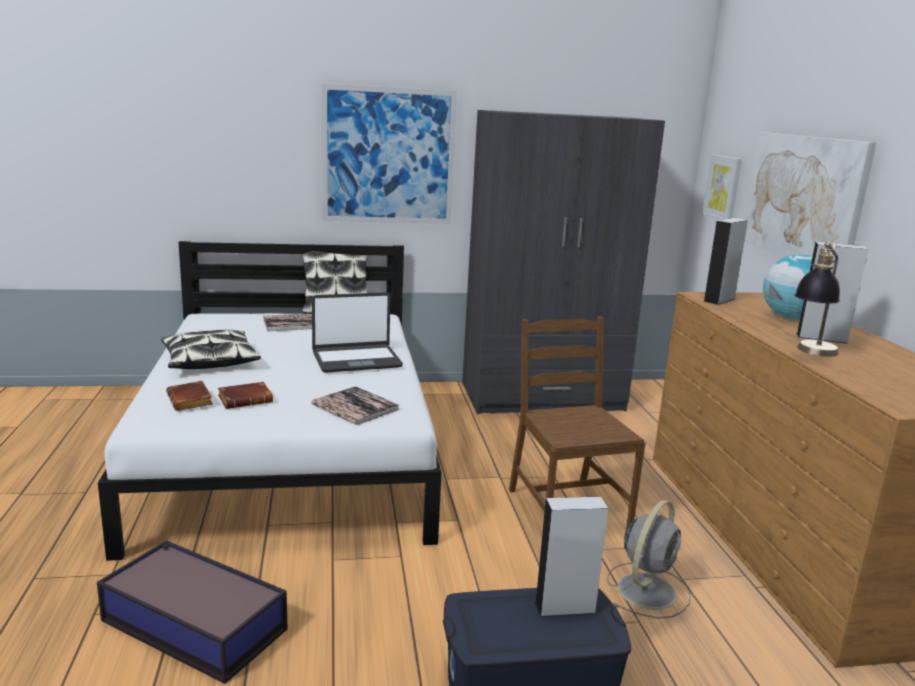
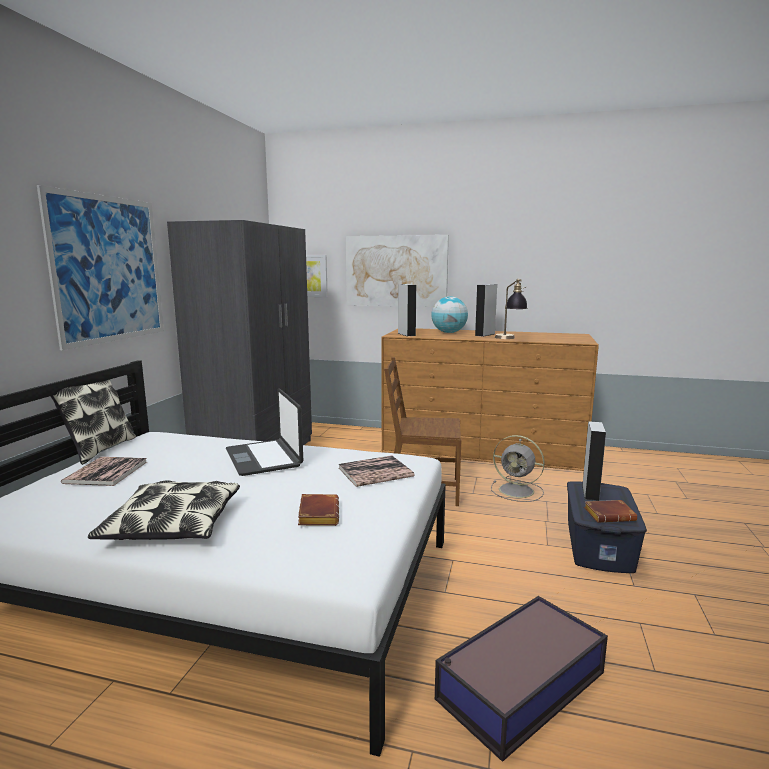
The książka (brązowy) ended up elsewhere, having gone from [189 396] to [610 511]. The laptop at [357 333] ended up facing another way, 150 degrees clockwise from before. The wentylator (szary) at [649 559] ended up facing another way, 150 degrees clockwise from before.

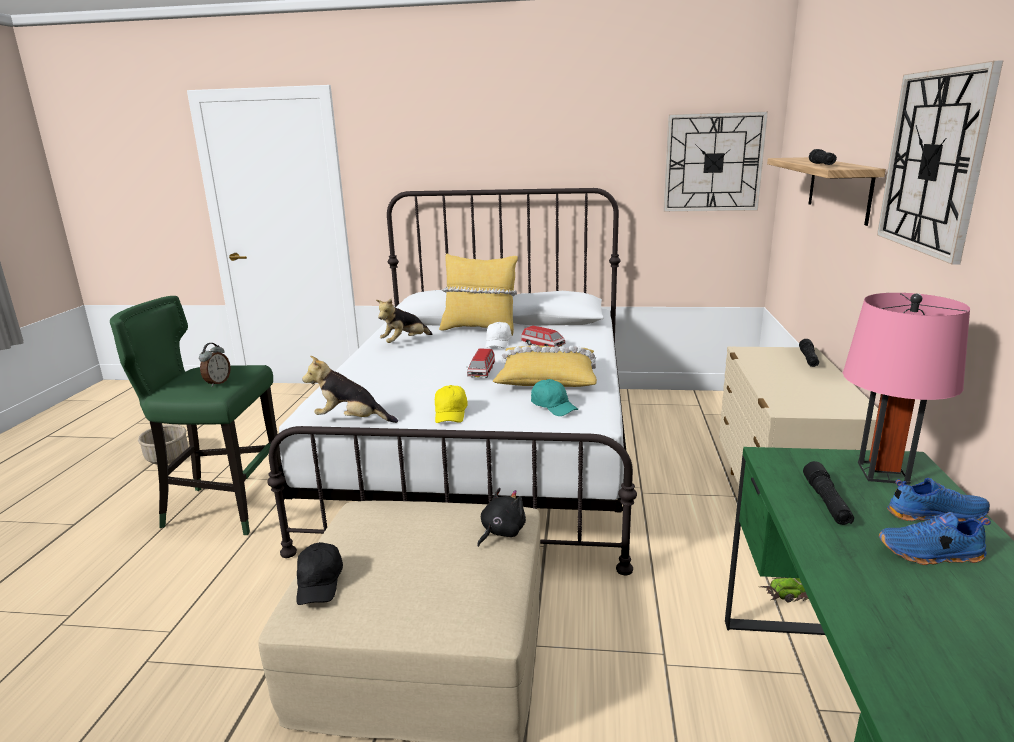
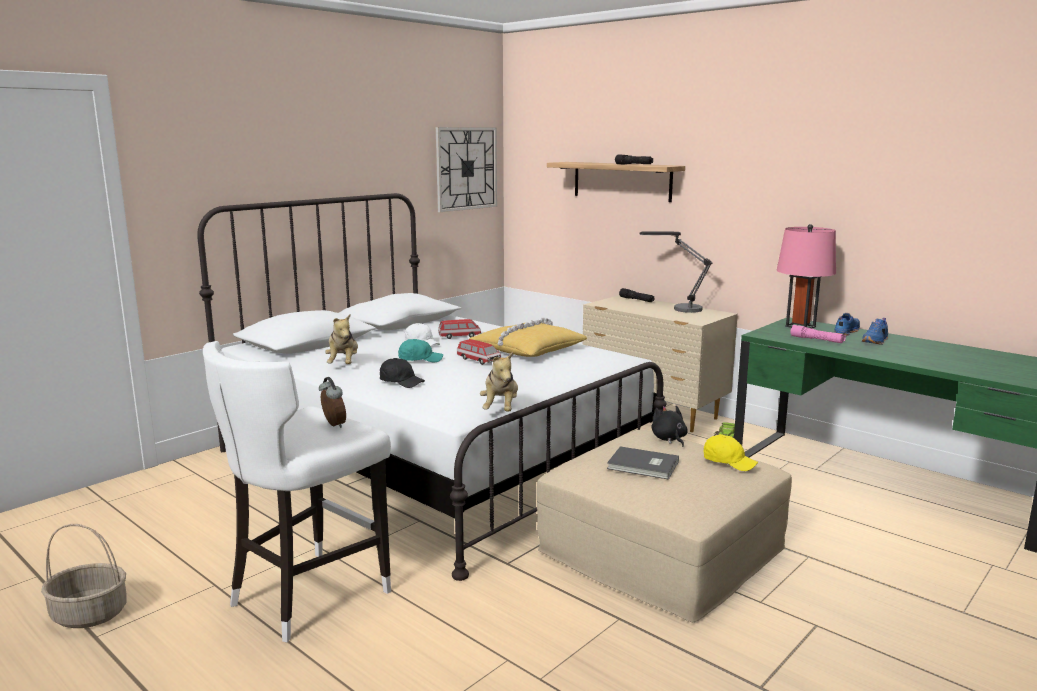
The second view lost the poduszka (żółty) at [478 295]. The second view lost the zegar ścienny at [940 162]. The second view gained the książka (szary) at [643 463]. The second view gained the lampa stołowa at [676 272]. The czapka z daszkiem (czarny) ended up elsewhere, having gone from [320 573] to [402 373]. The czapka z daszkiem (żółty) ended up elsewhere, having gone from [451 404] to [730 452]. The czapka z daszkiem (turkusowy) ended up elsewhere, having gone from [554 397] to [420 350]. What was the stołek (zielony) at [195 415] turned into the stołek (biały) at [297 491]. What was the latarka (czarny) at [828 493] turned into the latarka (różowy) at [818 334]. The pluszak at [350 389] ended up facing another way, 45 degrees counterclockwise from before.

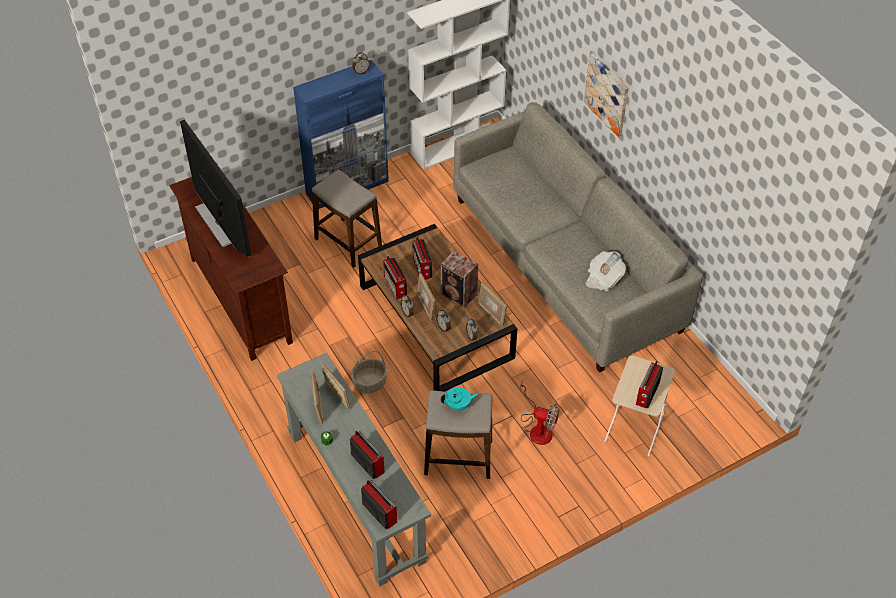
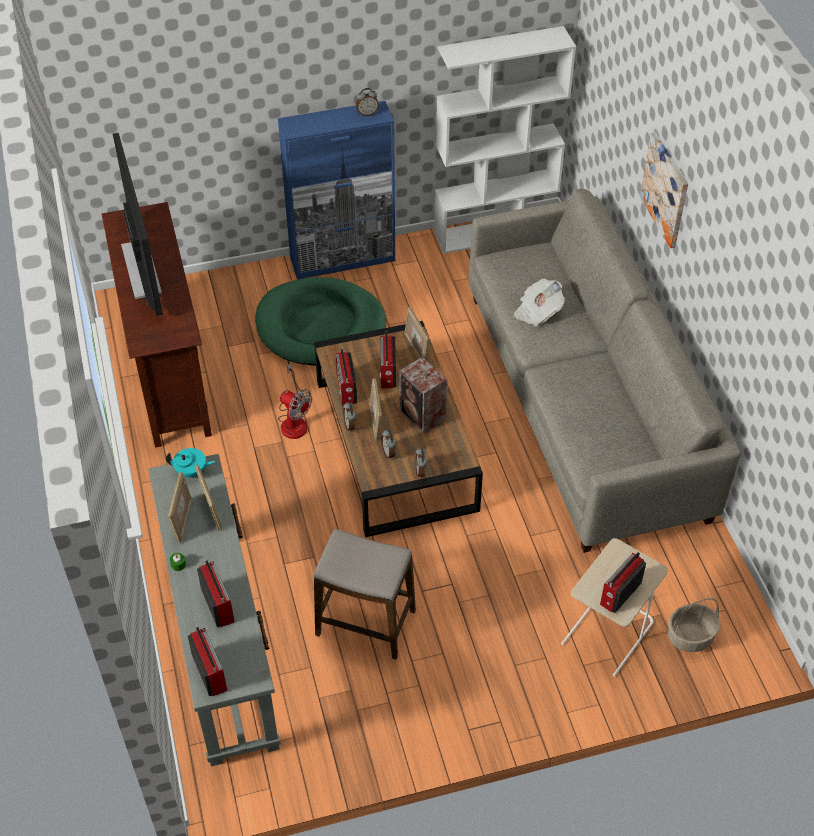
The koszyk ended up elsewhere, having gone from [369 372] to [694 625]. The imbryk (turkusowy) ended up elsewhere, having gone from [459 399] to [190 463]. The ramka na zdjęcie ended up elsewhere, having gone from [492 305] to [417 333]. The wentylator ended up elsewhere, having gone from [540 413] to [295 401]. The gazeta ended up elsewhere, having gone from [606 271] to [539 303]. Where the stołek stood at [347 219], the legowisko (zielony) came to stand at [320 321].

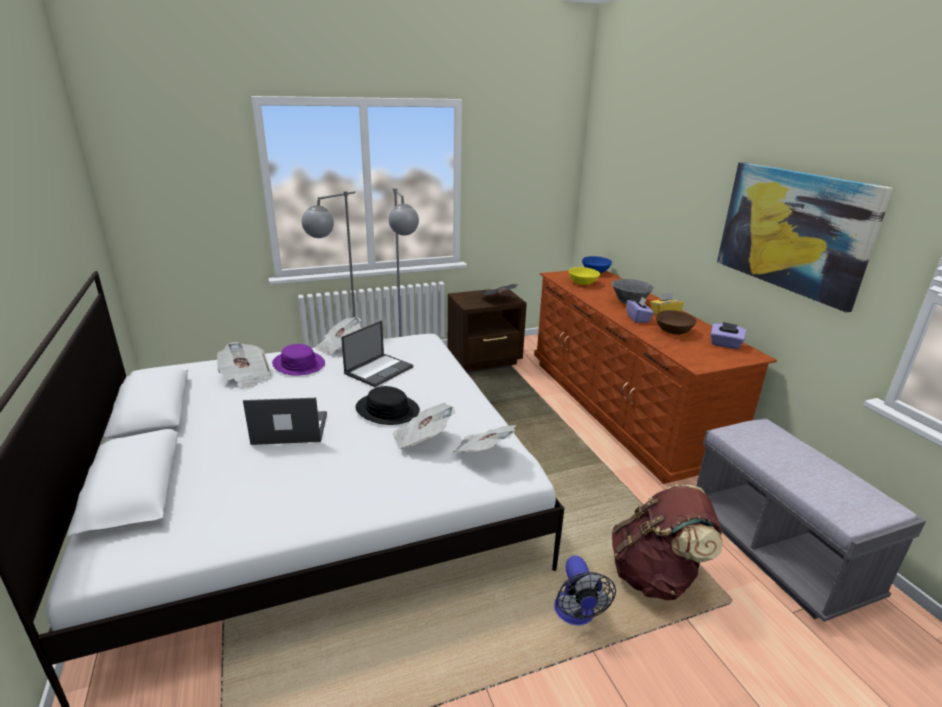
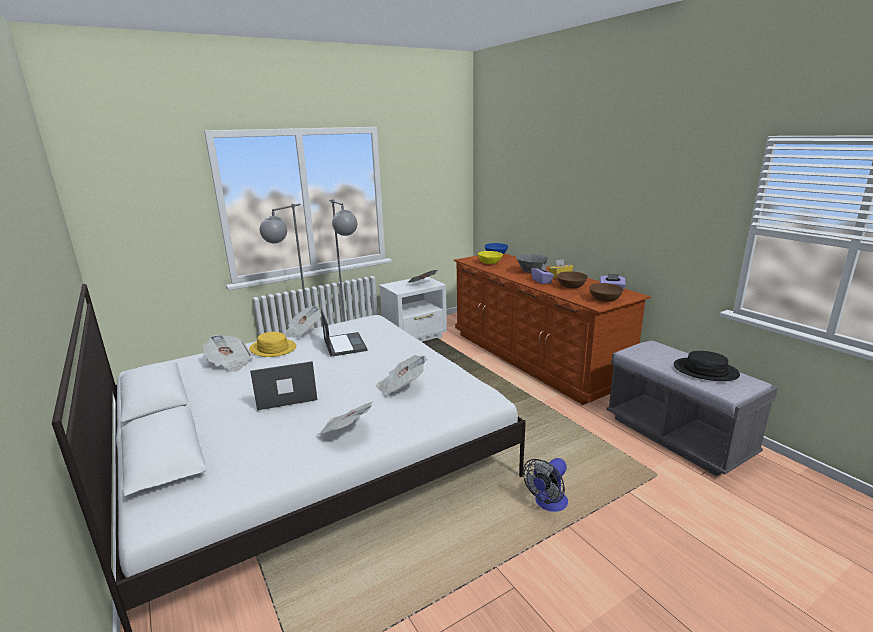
The second view lost the plecak (brązowy) at [667 542]. The second view lost the obraz at [805 237]. The second view gained the miska (brązowy) at [606 292]. The kapelusz (czarny) ended up elsewhere, having gone from [388 405] to [707 366]. The gazeta ended up elsewhere, having gone from [485 439] to [346 418]. What was the kapelusz (fioletowy) at [298 360] turned into the kapelusz (żółty) at [272 344]. What was the szafka nocna (brązowy) at [487 330] turned into the szafka nocna (biały) at [413 309]. The laptop at [377 353] ended up facing another way, 45 degrees counterclockwise from before. The wentylator at [585 591] ended up facing another way, 60 degrees clockwise from before.

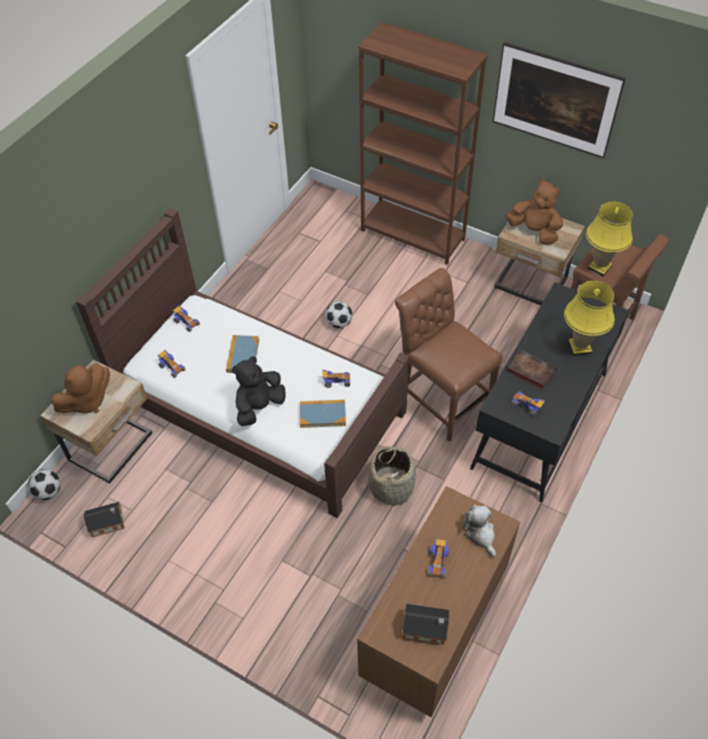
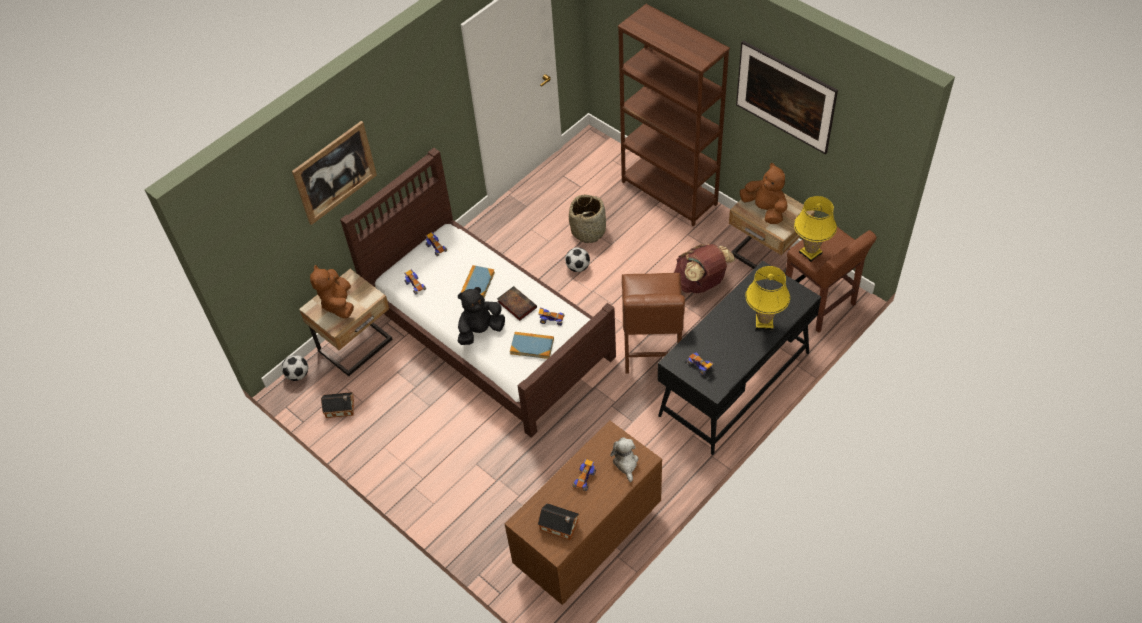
The second view gained the obraz at [334 173]. The second view gained the plecak (brązowy) at [704 268]. The koszyk ended up elsewhere, having gone from [392 476] to [587 218]. The książka ended up elsewhere, having gone from [531 369] to [517 303]. The pluszak (brązowy) at [80 388] ended up facing another way, 105 degrees clockwise from before. The krzesło (brązowy) at [449 355] ended up facing another way, 150 degrees counterclockwise from before.

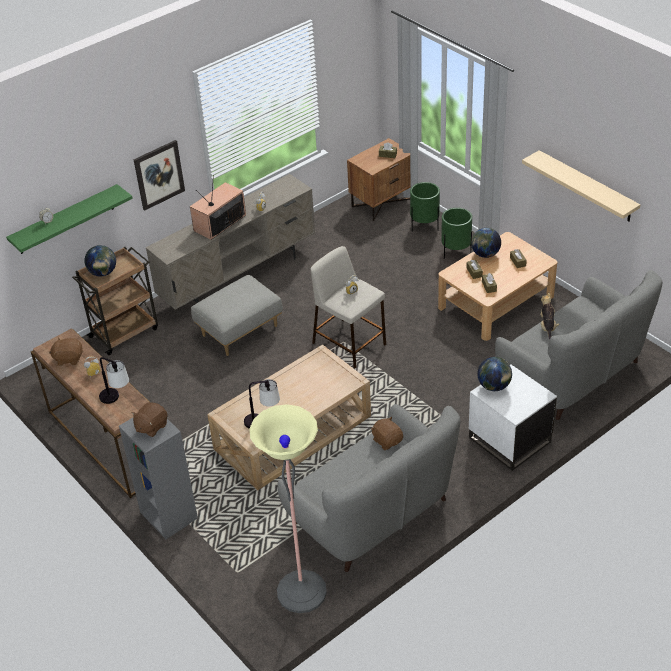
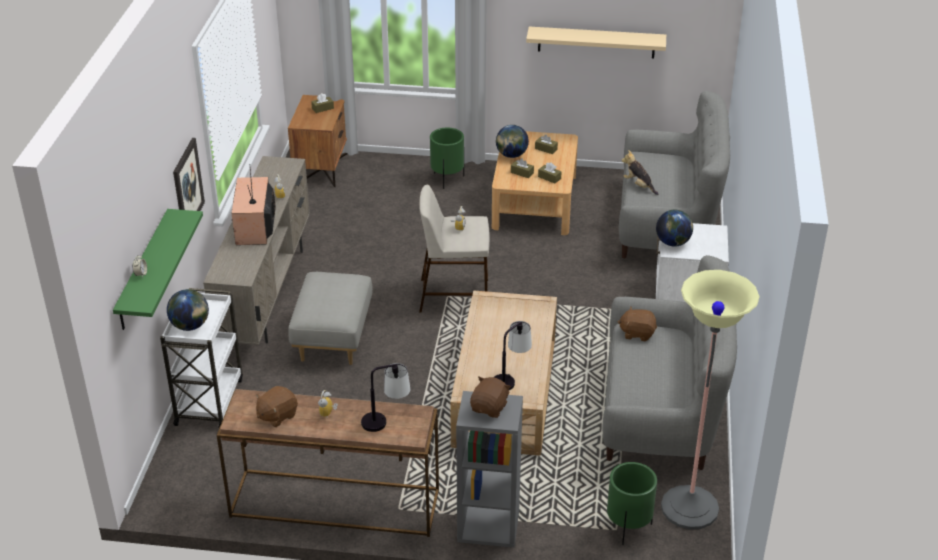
The donica (zielony) ended up elsewhere, having gone from [425 206] to [632 503]. What was the wózek (brązowy) at [115 301] turned into the wózek (biały) at [201 358]. The pluszak (brązowy) at [150 419] ended up facing another way, 150 degrees counterclockwise from before.

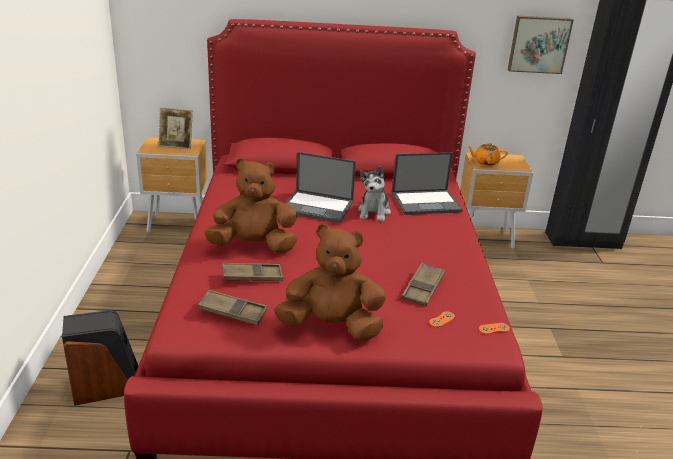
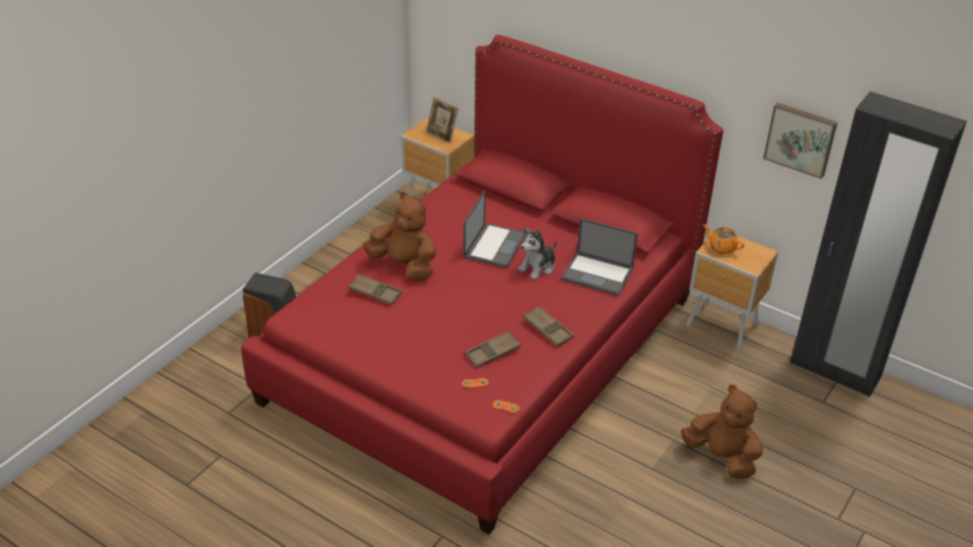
The taca (brązowy) ended up elsewhere, having gone from [232 307] to [548 326]. The pluszak (brązowy) ended up elsewhere, having gone from [330 282] to [722 432]. The laptop at [320 187] ended up facing another way, 120 degrees counterclockwise from before.

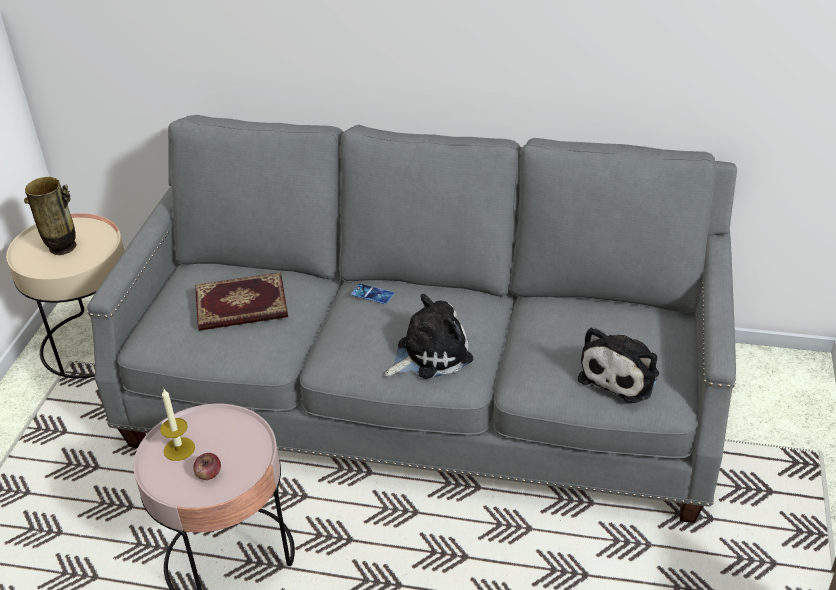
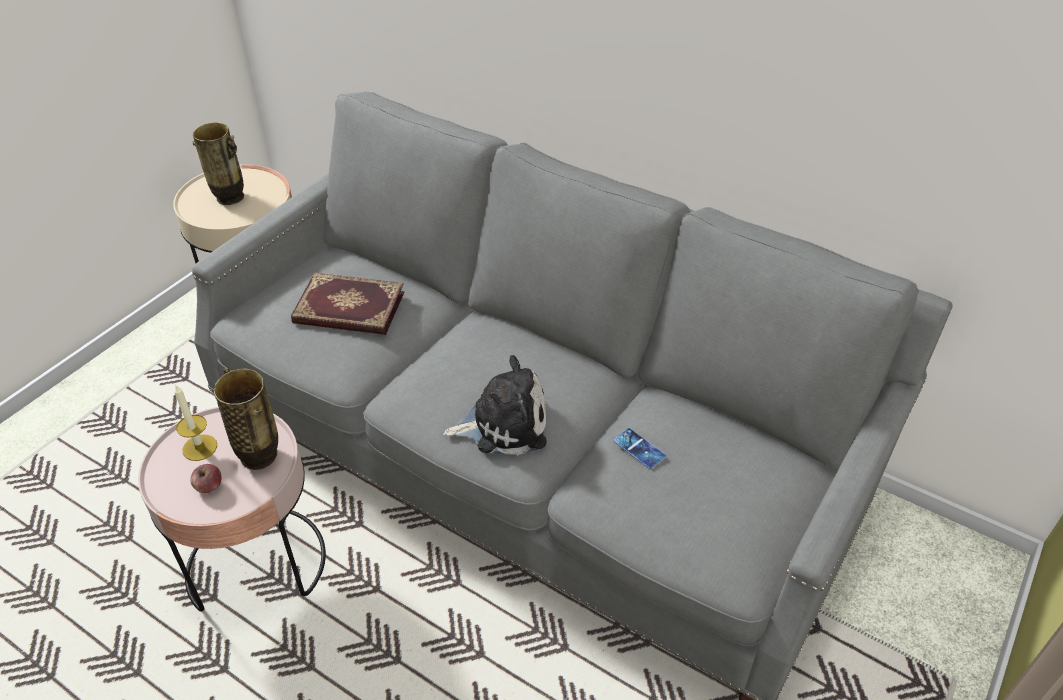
The second view lost the pluszak at [618 365]. The second view gained the wazon at [246 419]. The telefon ended up elsewhere, having gone from [372 293] to [639 448].

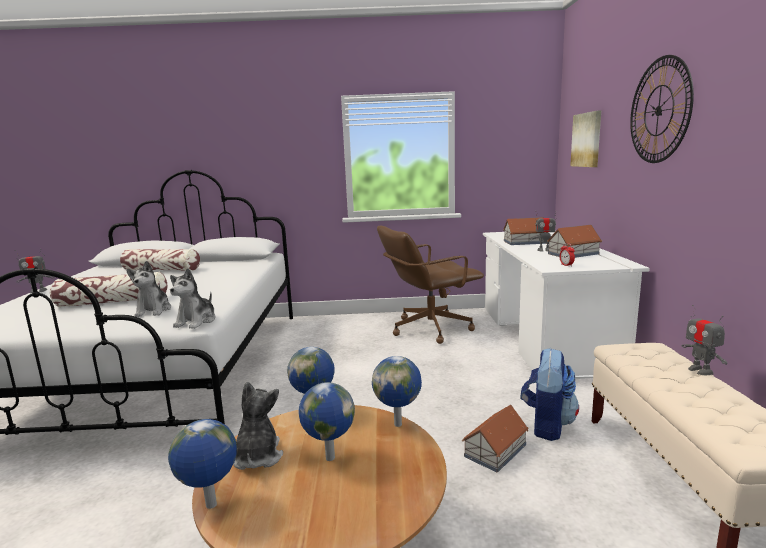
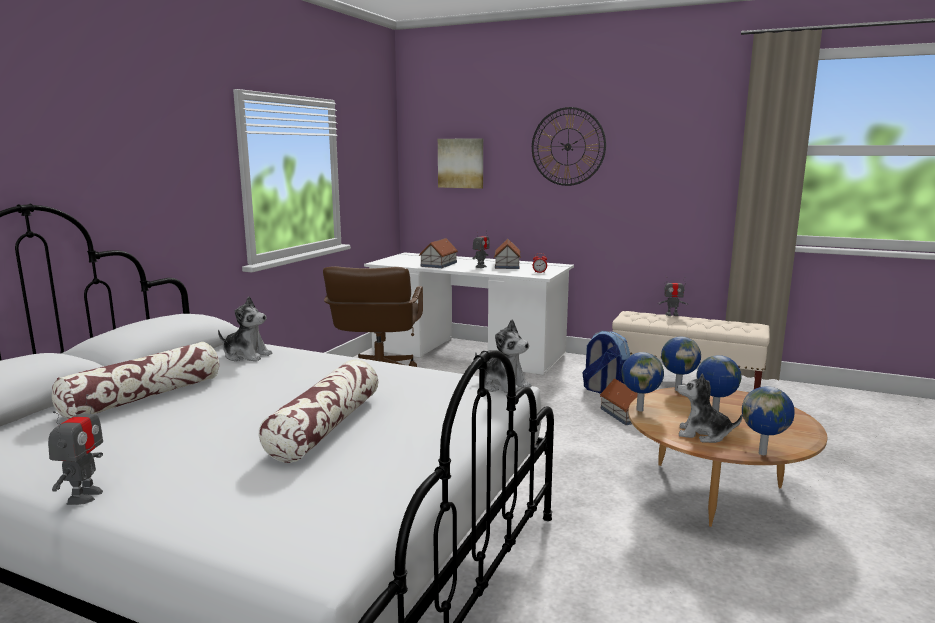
The pluszak ended up elsewhere, having gone from [148 289] to [245 329].

